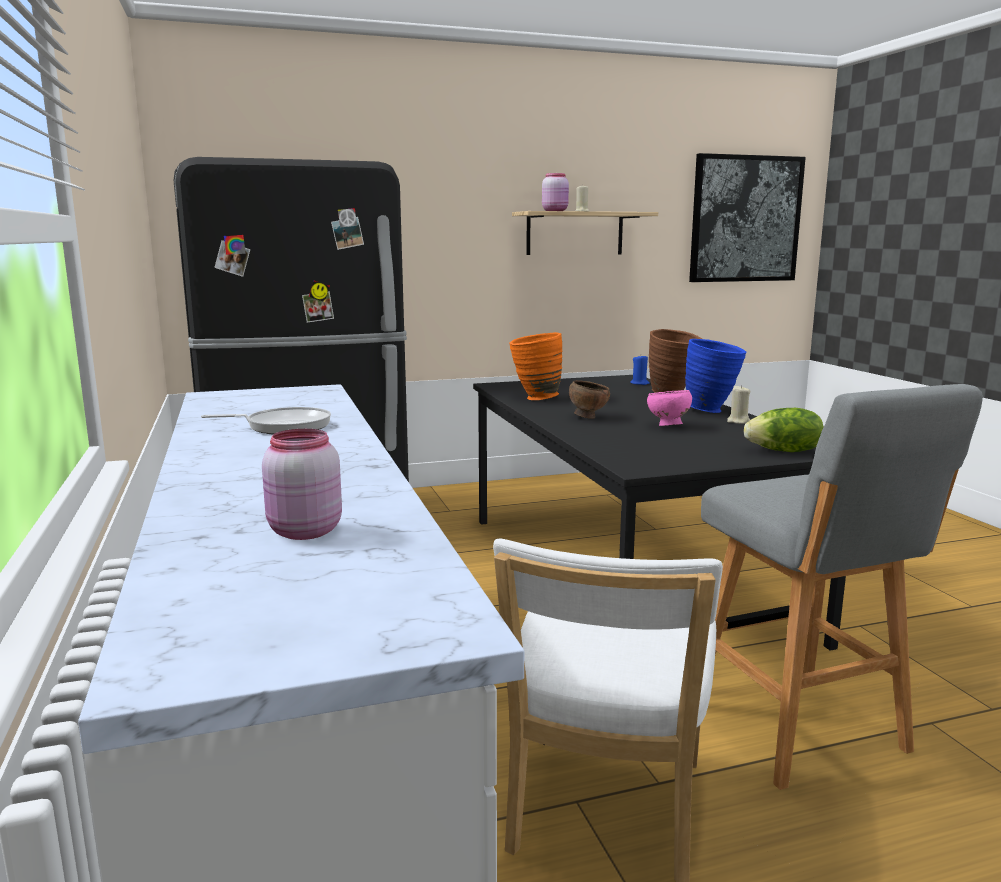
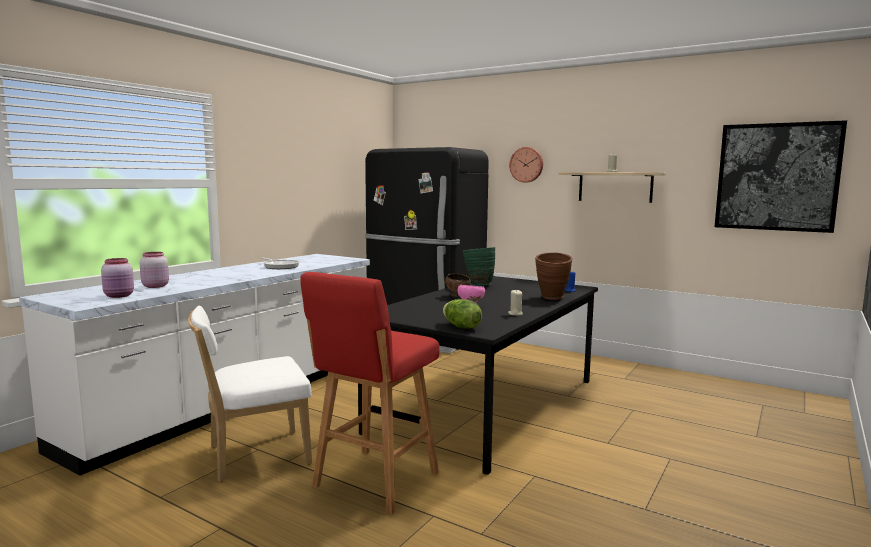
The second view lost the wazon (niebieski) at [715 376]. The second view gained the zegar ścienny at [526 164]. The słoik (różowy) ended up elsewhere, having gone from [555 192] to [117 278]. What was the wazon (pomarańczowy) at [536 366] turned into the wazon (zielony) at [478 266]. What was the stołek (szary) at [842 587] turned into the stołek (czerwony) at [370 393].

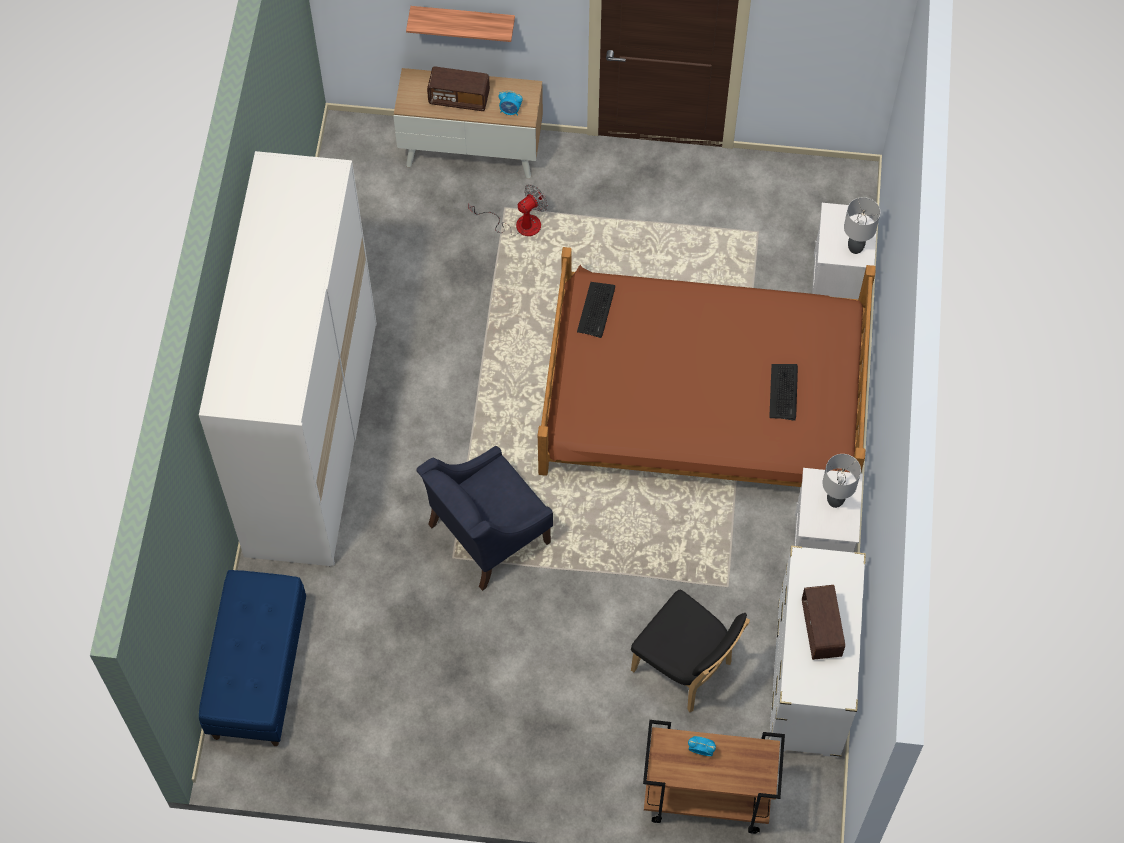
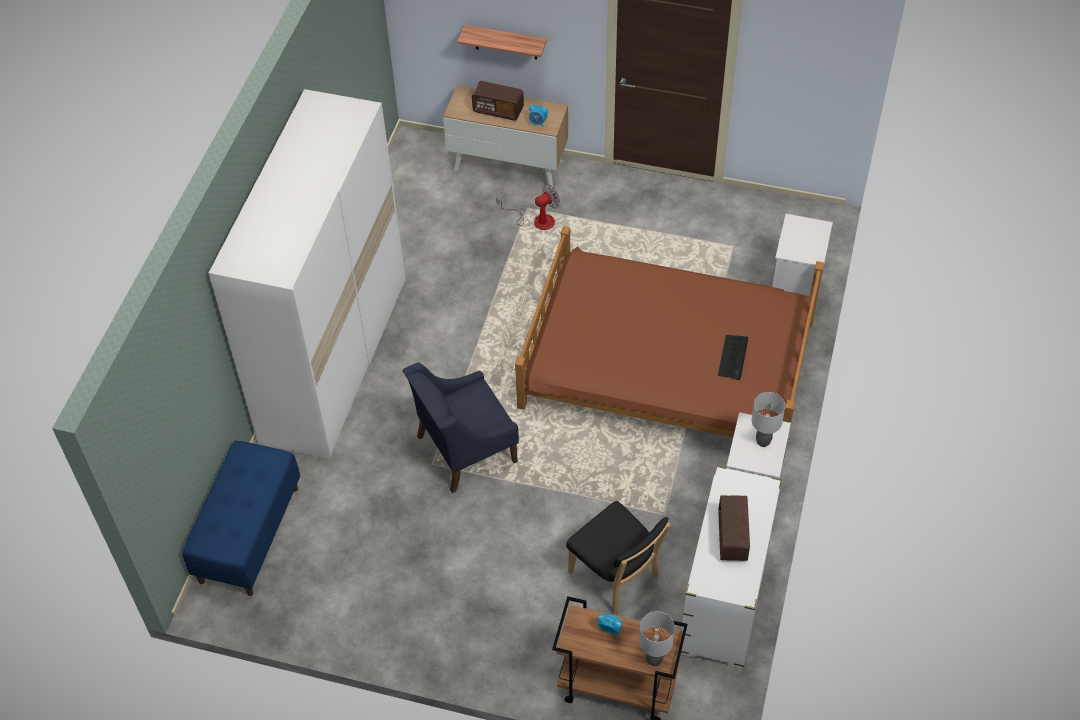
The second view lost the klawiatura at [596 310]. The lampa stołowa (szary) ended up elsewhere, having gone from [862 225] to [657 638].

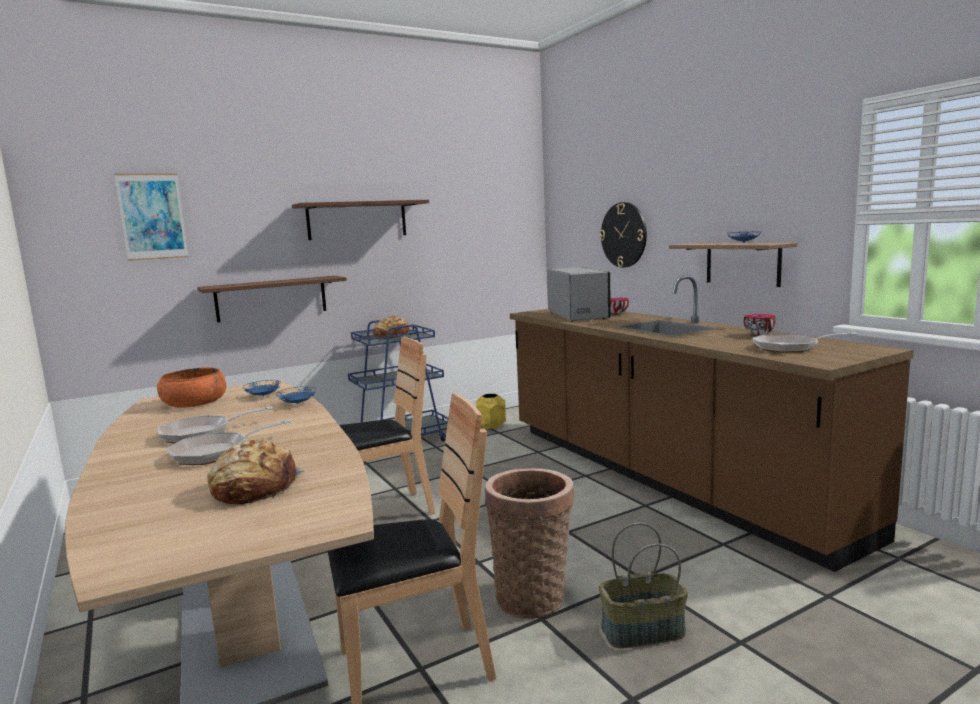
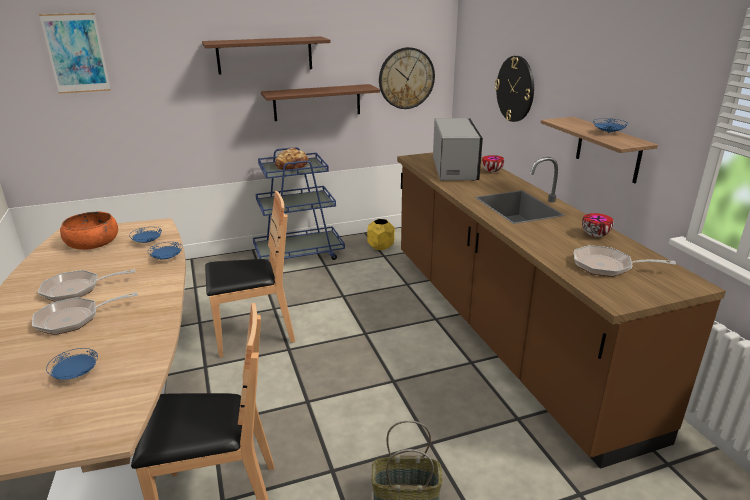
The second view lost the koszyk at [529 543]. The second view gained the zegar ścienny at [407 78]. The półka (brązowy) ended up elsewhere, having gone from [272 299] to [320 102]. Where the chleb stood at [256 472], the talerz (niebieski) came to stand at [72 364].

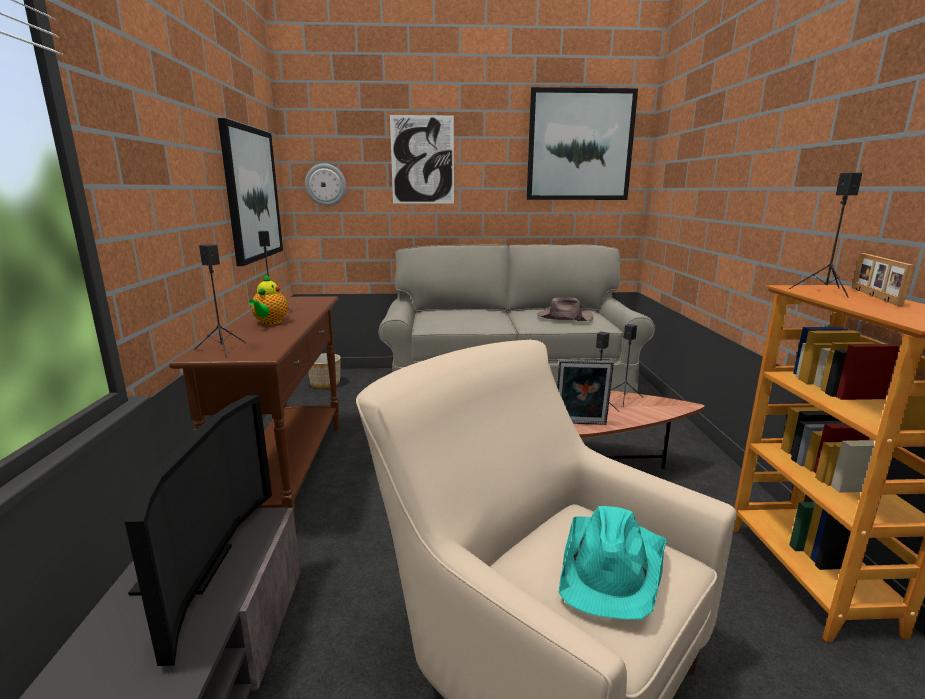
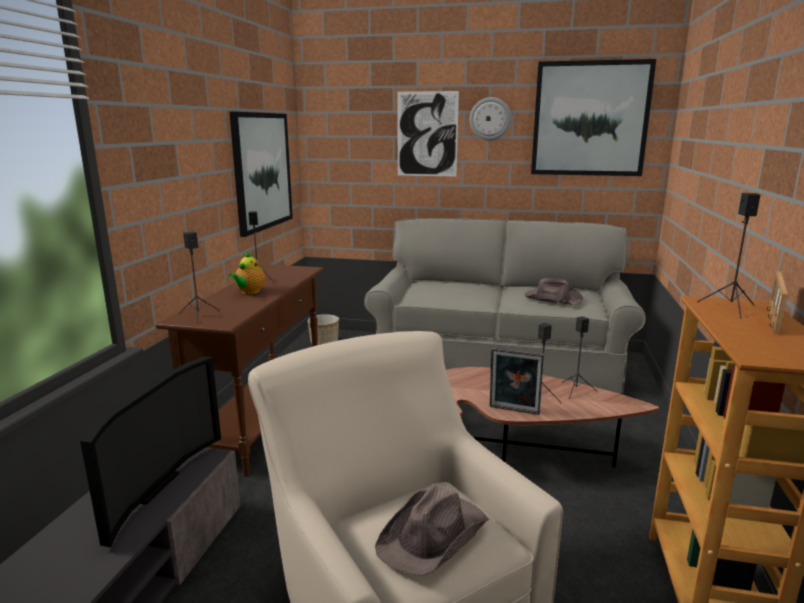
The zegar ścienny ended up elsewhere, having gone from [325 184] to [490 118]. What was the kapelusz (turkusowy) at [612 563] turned into the kapelusz (brązowy) at [432 530].

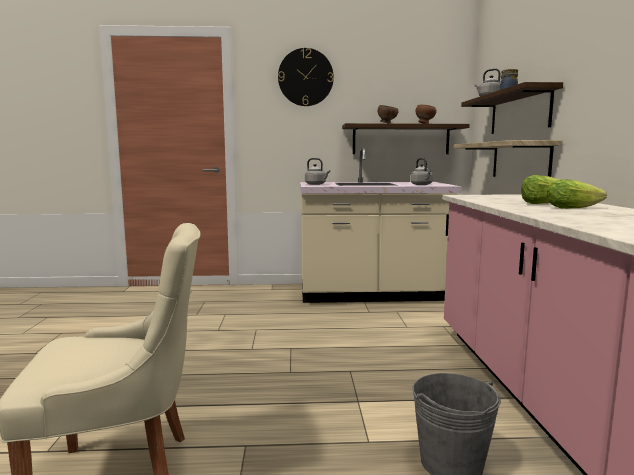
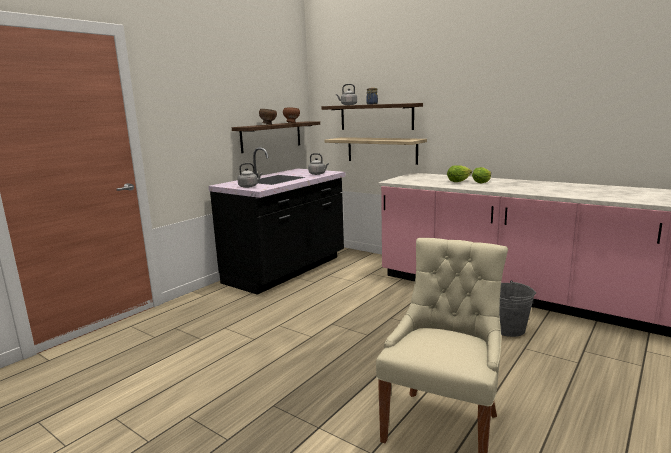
The second view lost the zegar ścienny at [306 77]. What was the zabudowa kuchenna (beżowy) at [381 225] turned into the zabudowa kuchenna (czarny) at [277 221].

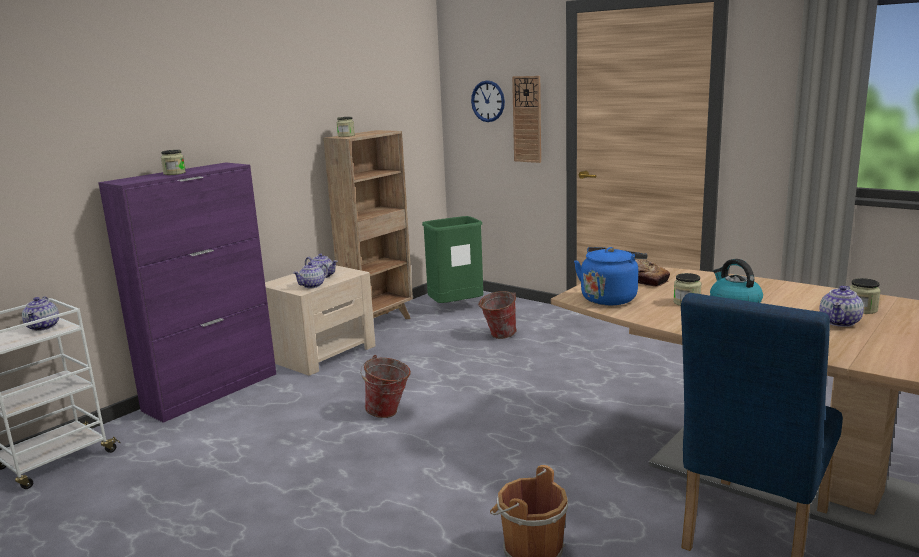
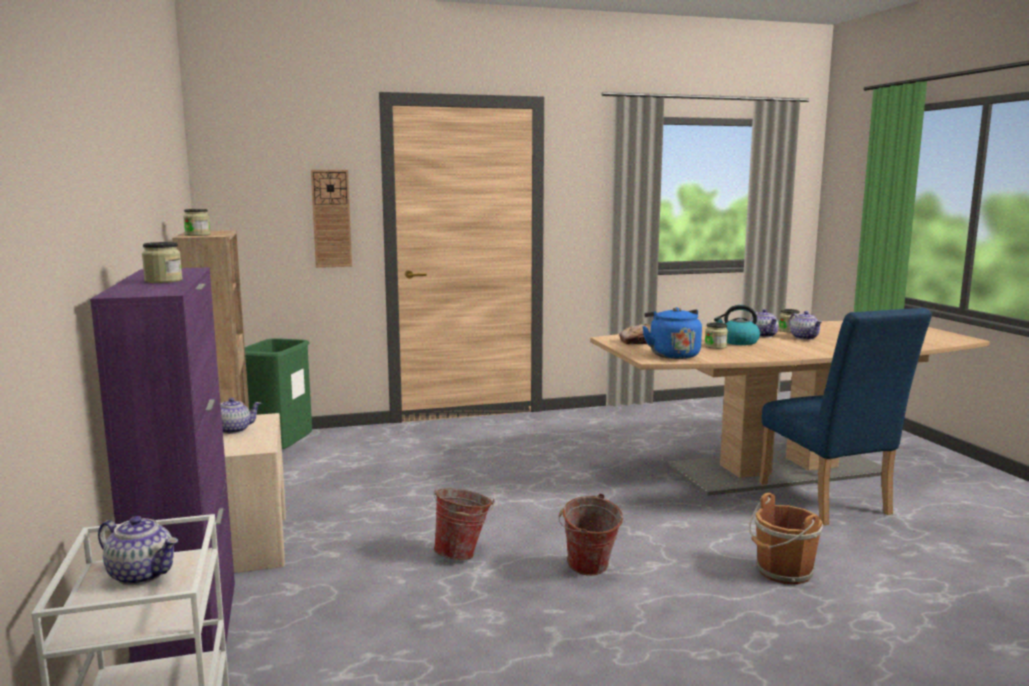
The second view lost the zegar ścienny at [488 101]. The imbryk ended up elsewhere, having gone from [310 275] to [764 323]. The wiadro ended up elsewhere, having gone from [497 315] to [591 535].

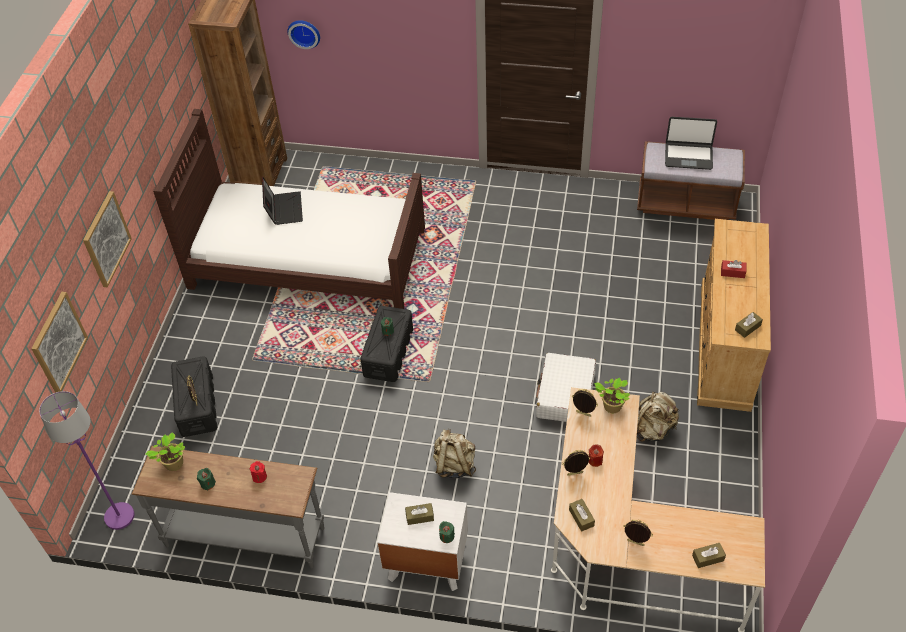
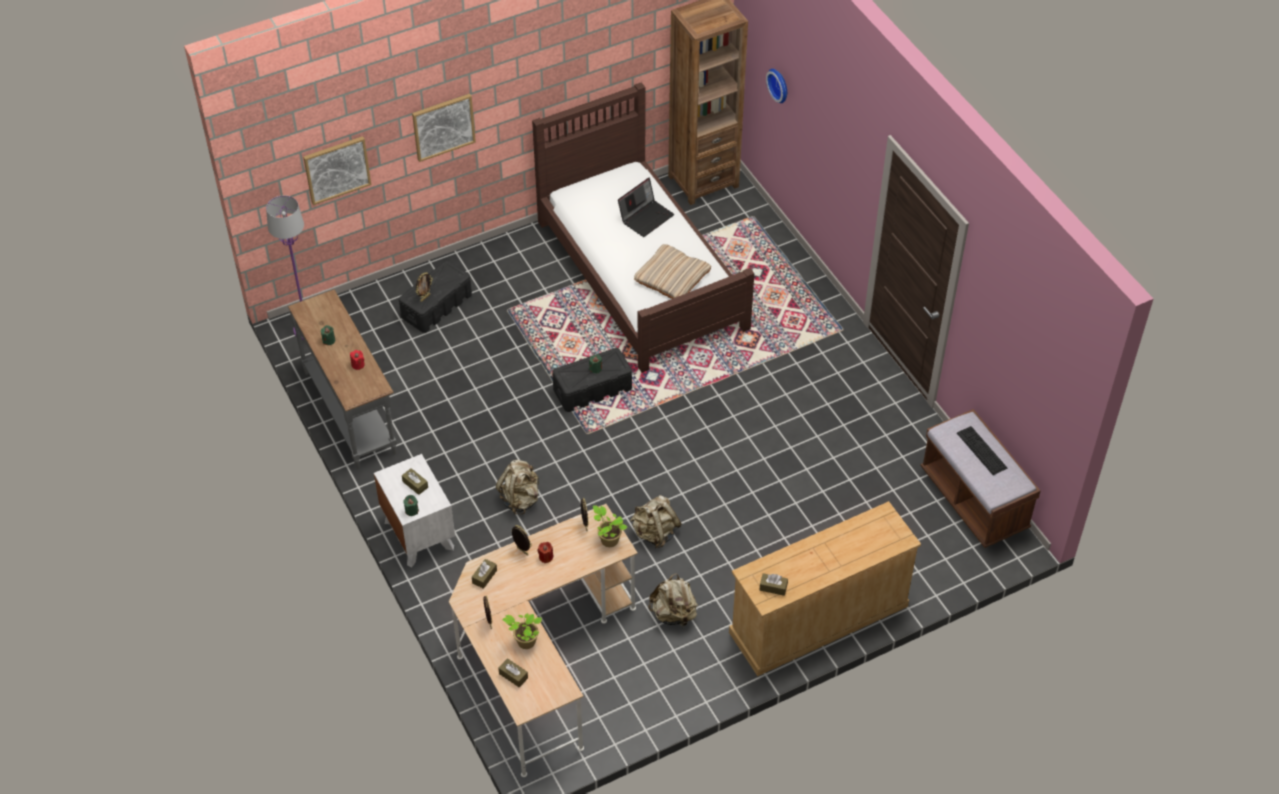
The second view lost the pudełko chusteczek (czerwony) at [733 269]. The second view gained the poduszka (beżowy) at [672 271]. The roślina doniczkowa ended up elsewhere, having gone from [165 451] to [522 631]. Where the walizka (biały) stood at [566 387], the plecak (beżowy) came to stand at [655 521]. Where the laptop stood at [691 143], the klawiatura came to stand at [982 450].

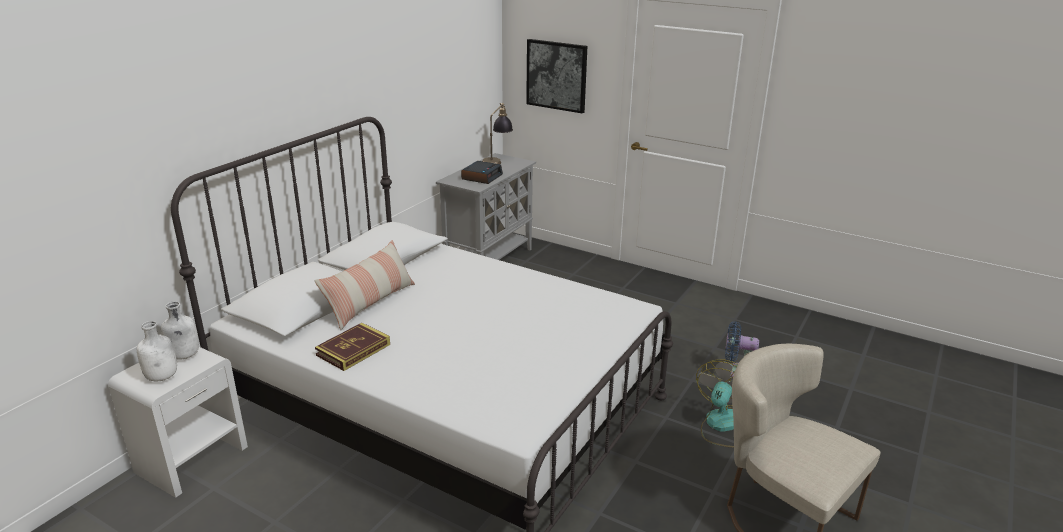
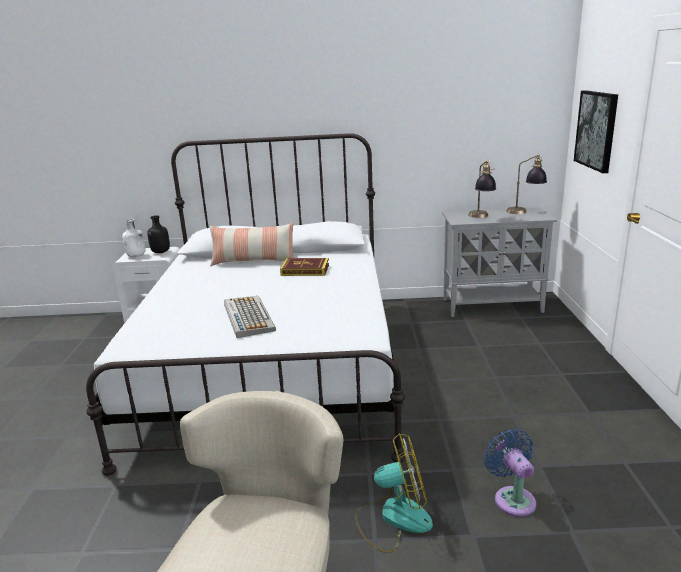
The second view gained the klawiatura at [250 317]. The książka ended up elsewhere, having gone from [352 347] to [304 267]. Where the budzik stood at [482 172], the lampa stołowa came to stand at [482 189]. What was the butelka (biały) at [180 330] turned into the butelka (czarny) at [158 234].

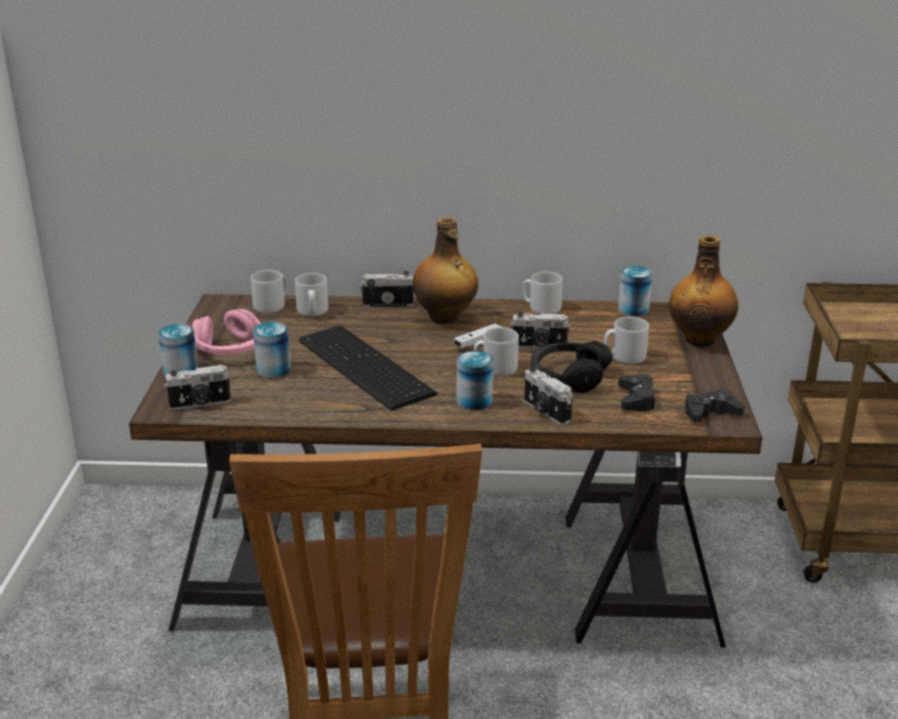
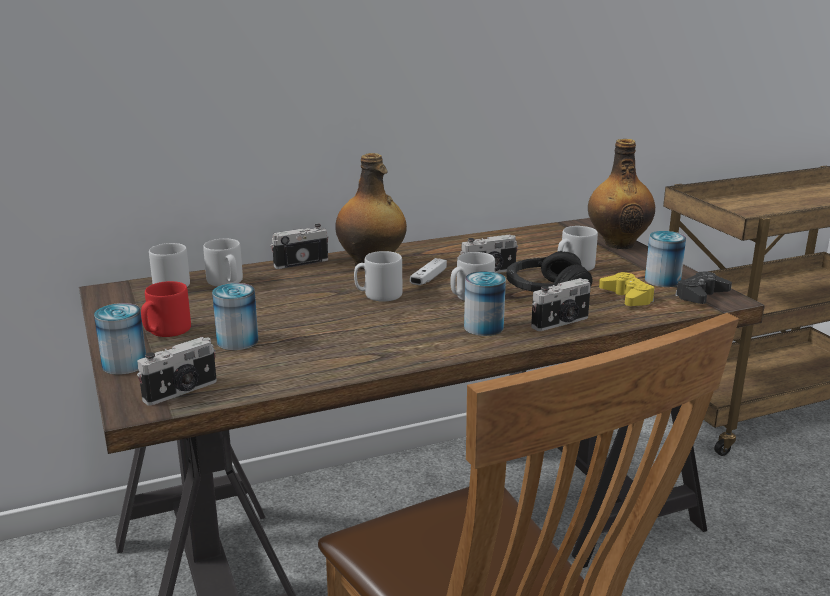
The second view lost the klawiatura at [368 368]. The kubek (szary) ended up elsewhere, having gone from [542 293] to [378 276]. The puszka ended up elsewhere, having gone from [635 291] to [665 259]. Where the słuchawki (różowy) stood at [226 332], the kubek (czerwony) came to stand at [166 309]. What was the pad do gier (czarny) at [637 393] turned into the pad do gier (żółty) at [627 289]. The aparat fotograficzny at [548 395] ended up facing another way, 60 degrees counterclockwise from before.

